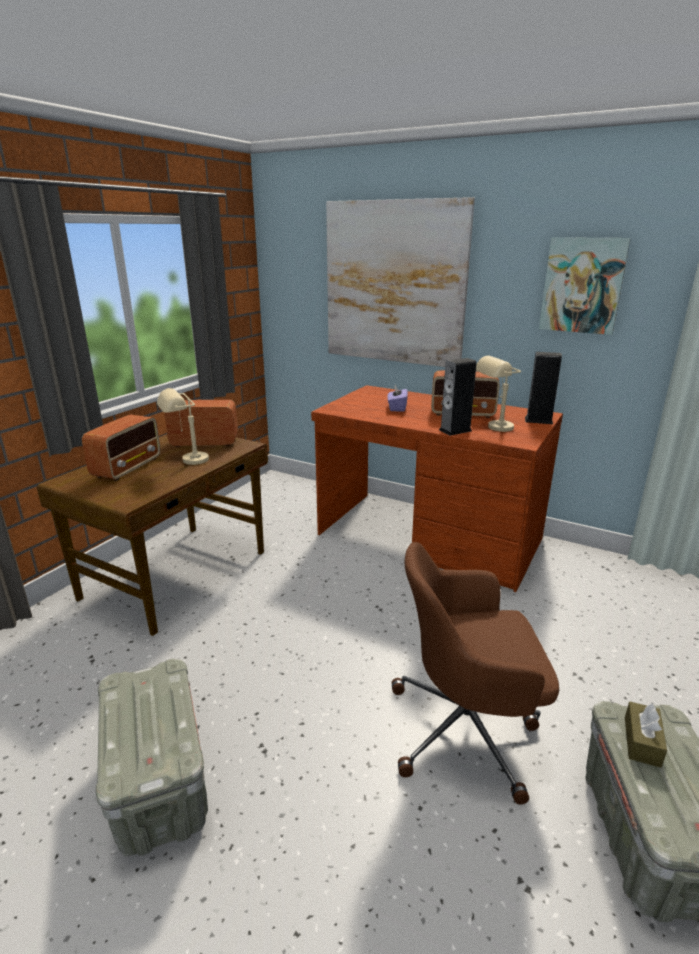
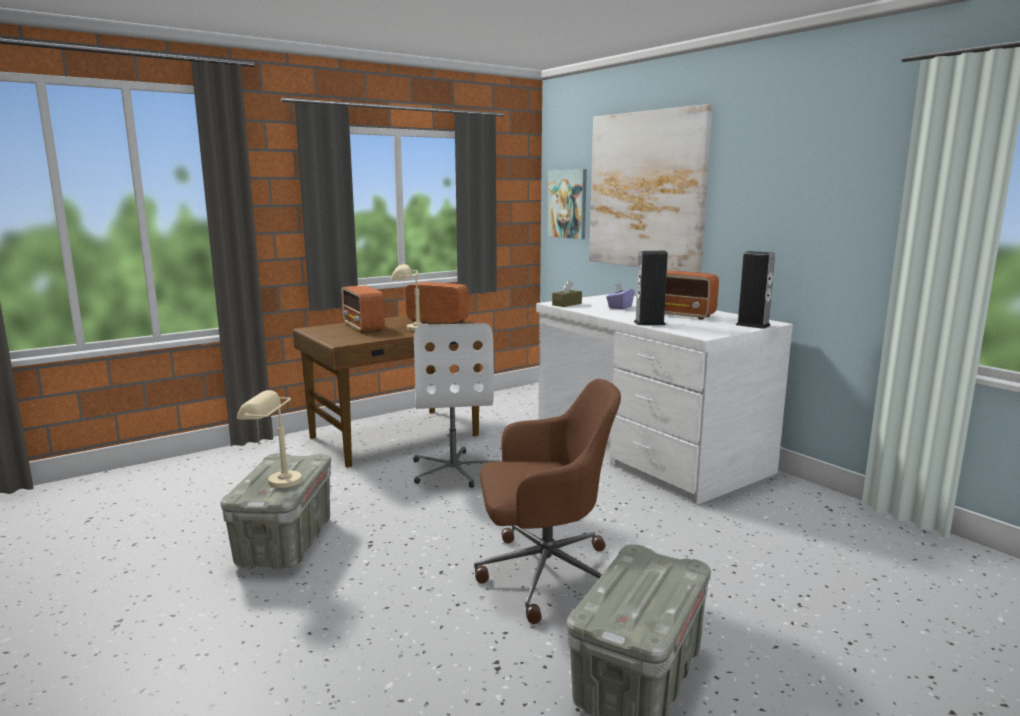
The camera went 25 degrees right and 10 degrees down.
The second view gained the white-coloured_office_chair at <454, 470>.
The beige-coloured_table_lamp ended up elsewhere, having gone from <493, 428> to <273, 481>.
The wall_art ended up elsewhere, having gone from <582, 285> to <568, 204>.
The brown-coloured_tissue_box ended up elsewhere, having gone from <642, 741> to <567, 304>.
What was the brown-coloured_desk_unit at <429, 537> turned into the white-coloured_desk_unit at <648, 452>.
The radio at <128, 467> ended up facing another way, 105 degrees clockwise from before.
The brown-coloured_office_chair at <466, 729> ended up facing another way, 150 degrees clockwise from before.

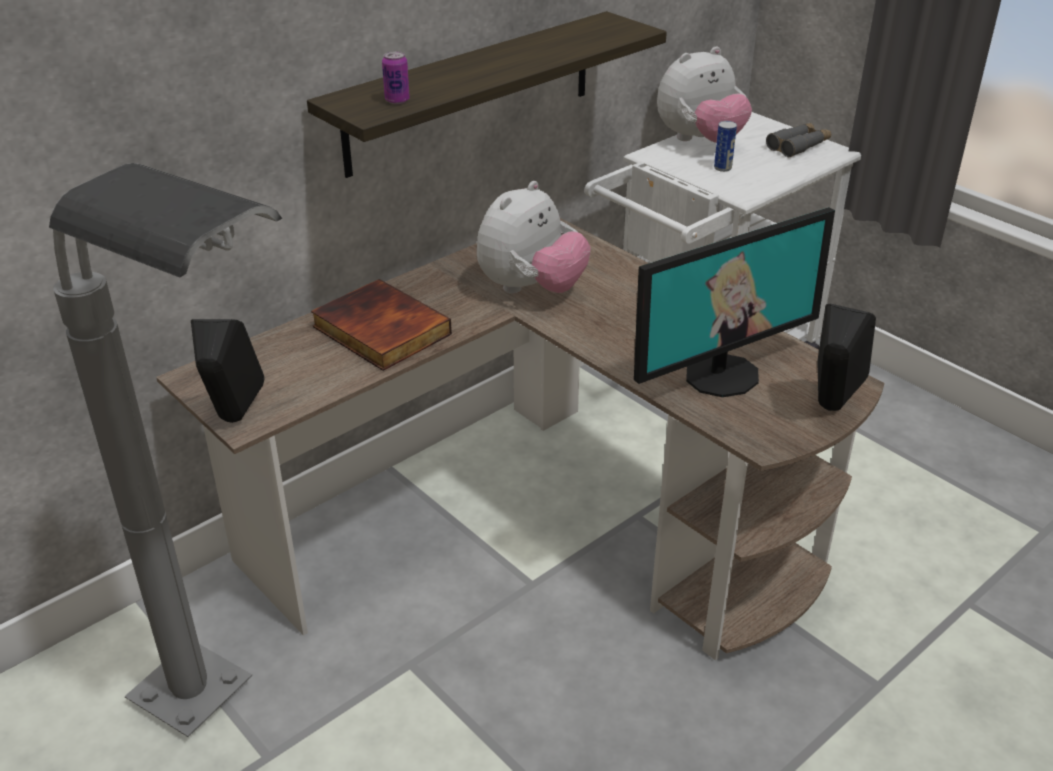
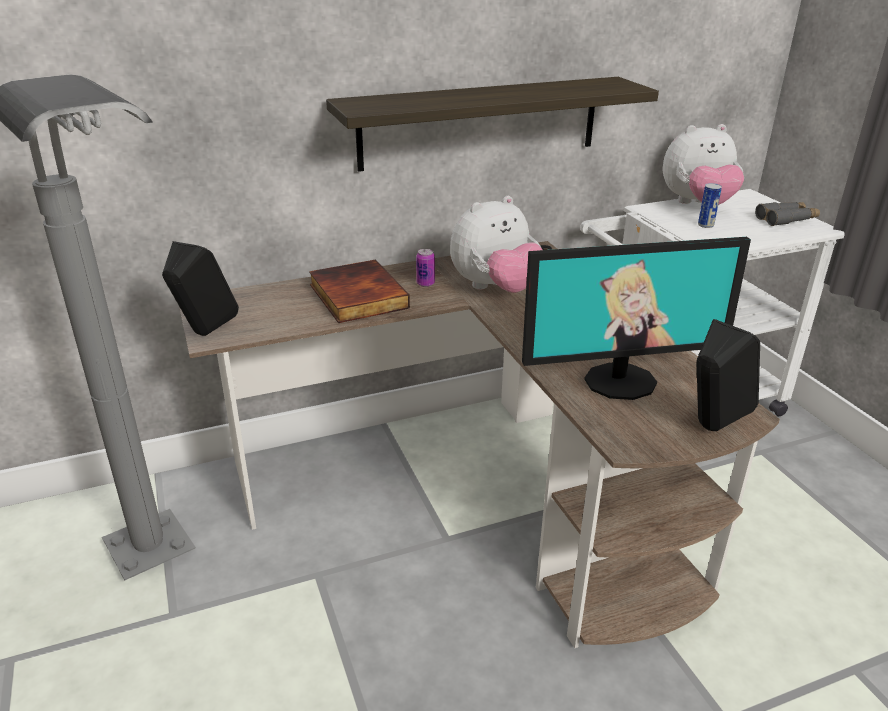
The camera went 20 degrees right and 5 degrees down.
The sealed_can ended up elsewhere, having gone from <397, 100> to <425, 283>.

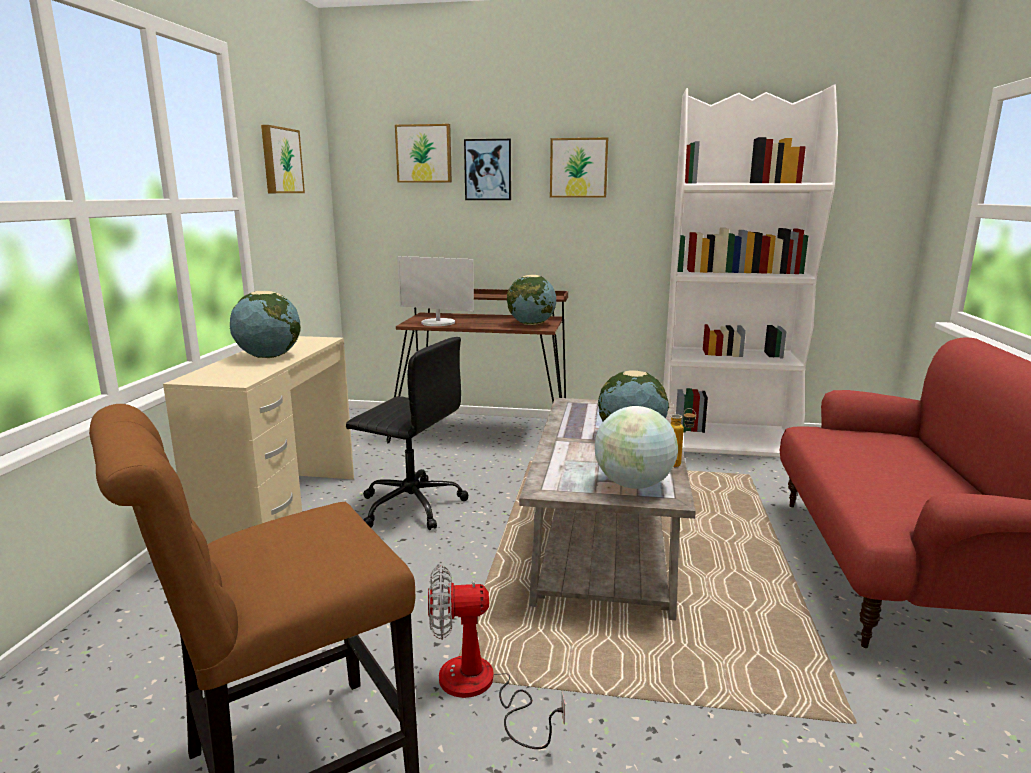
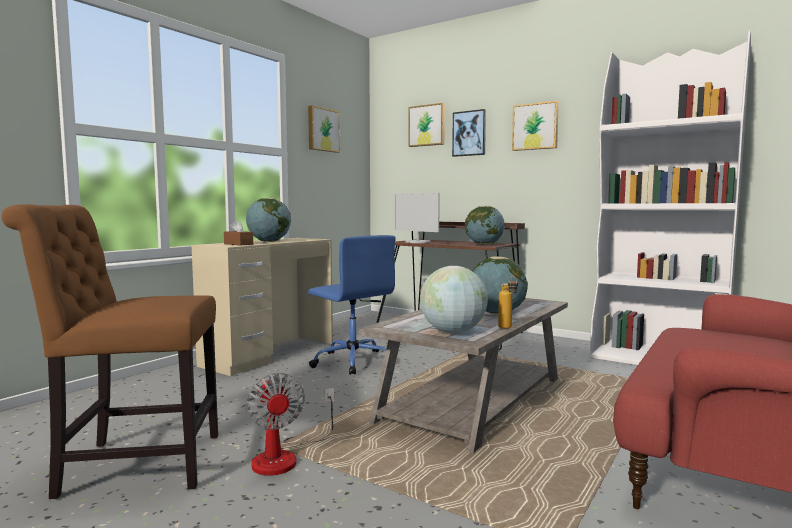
The camera went 25 degrees right and 10 degrees down.
The second view gained the brown-coloured_tissue_box at <238, 244>.
What was the black_office_chair at <410, 505> turned into the bluish_office_chair at <352, 361>.
The electric_fan at <480, 689> ended up facing another way, 135 degrees counterclockwise from before.

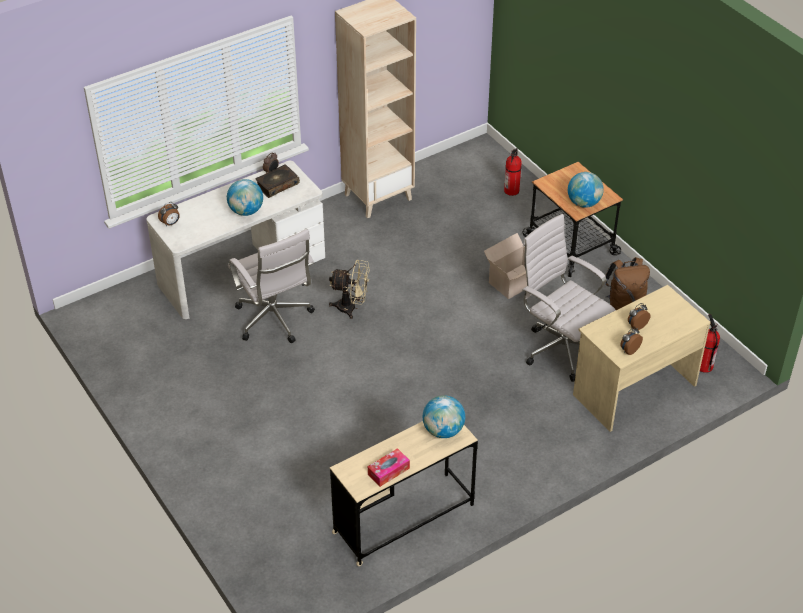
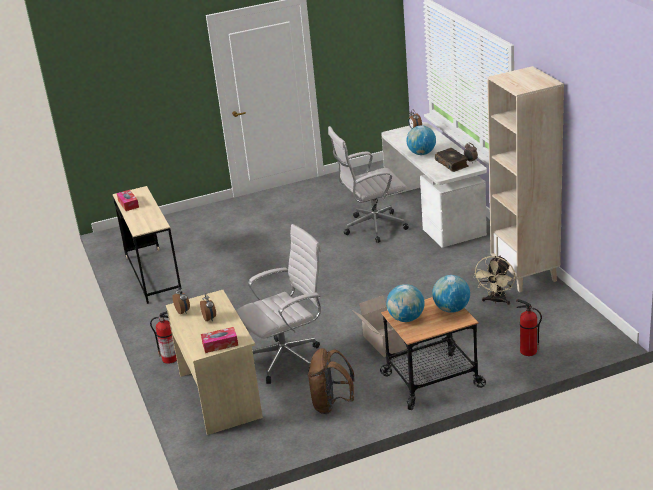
The camera went 105 degrees right and 15 degrees down.
The second view gained the tissue_box at <220, 344>.
The beige-coloured_electric_fan ended up elsewhere, having gone from <351, 308> to <496, 301>.
The globe ended up elsewhere, having gone from <443, 430> to <451, 309>.
The extinguisher ended up elsewhere, having gone from <703, 365> to <170, 358>.

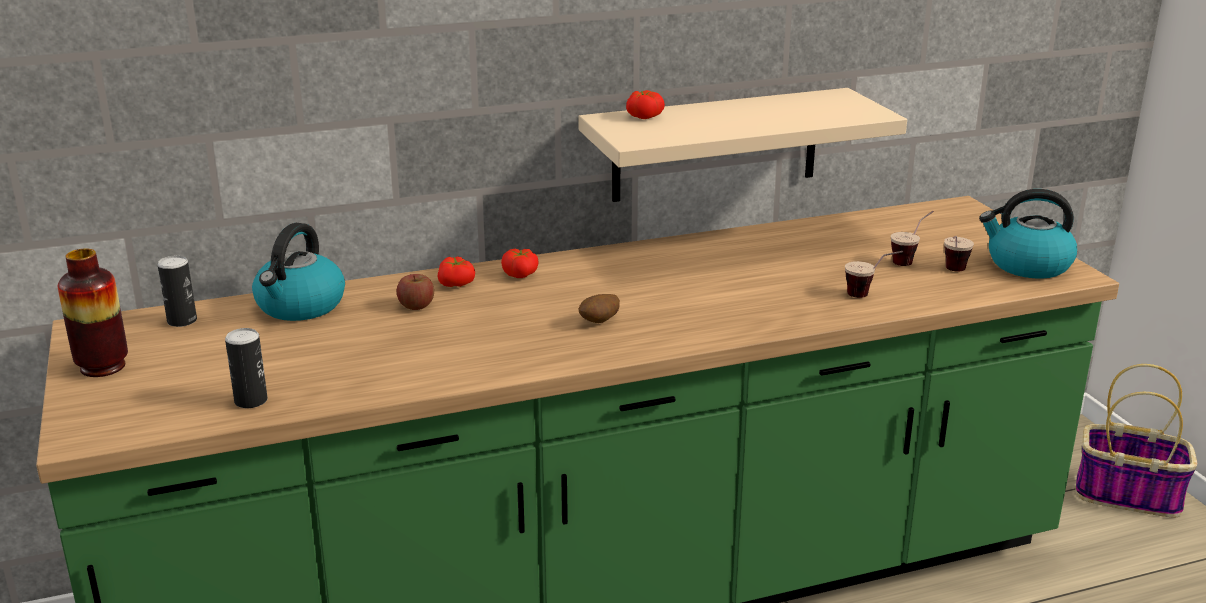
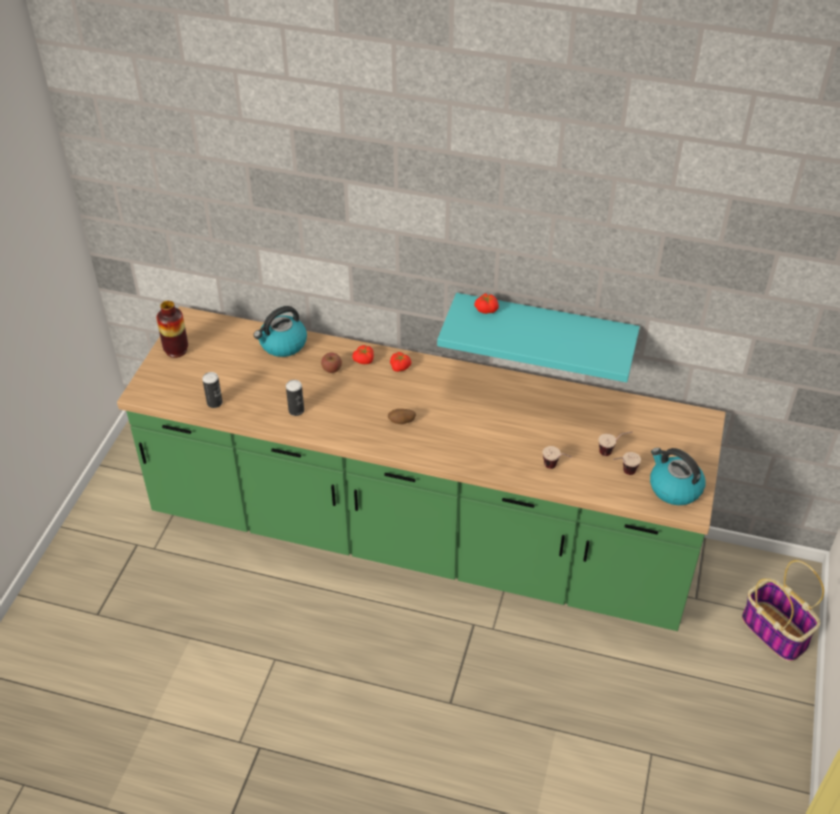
The camera went 35 degrees right and 20 degrees up.
The sealed_can ended up elsewhere, having gone from <182, 321> to <296, 410>.
What was the beige-coloured_shelf at <716, 145> turned into the turquoise-coloured_shelf at <544, 330>.

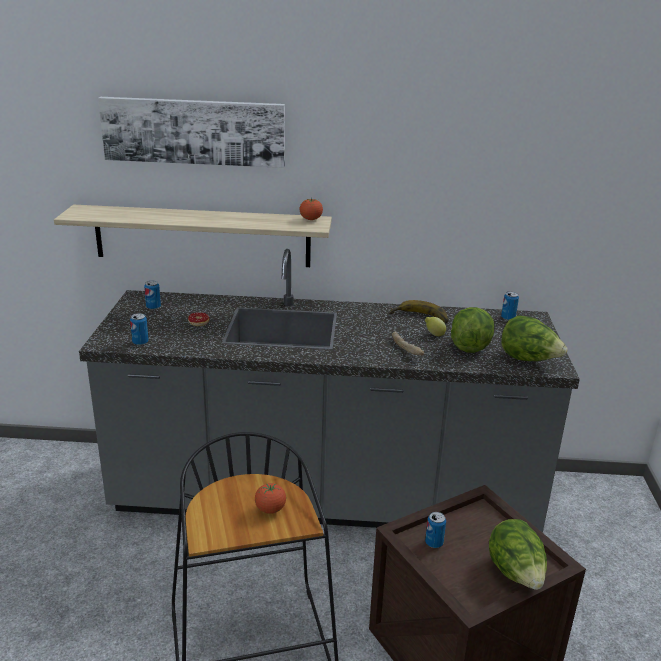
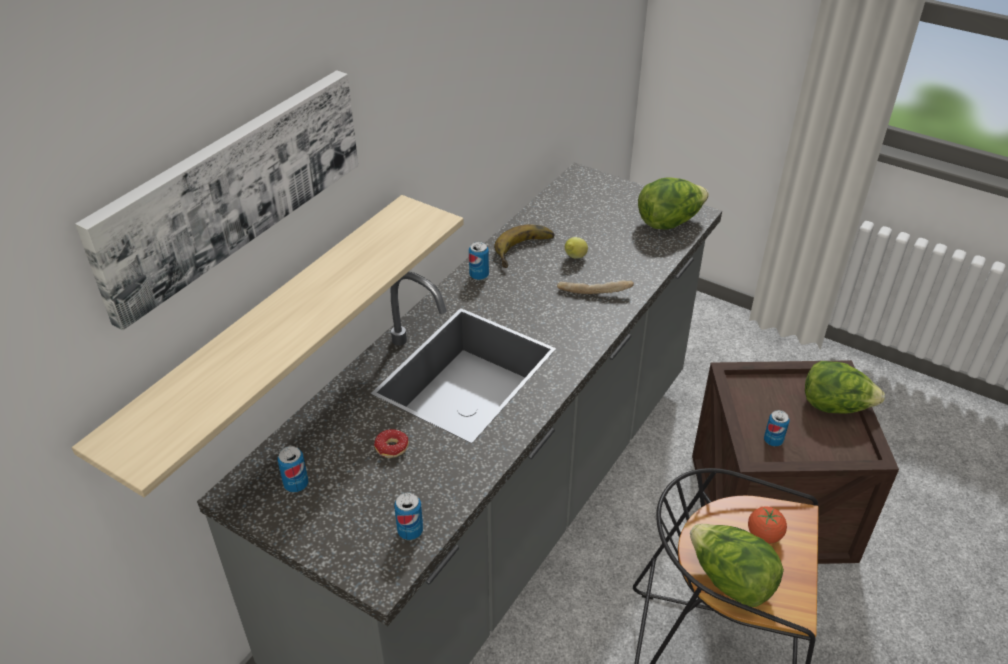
The camera went 60 degrees left and 15 degrees up.
The second view lost the whole_tomato at <311, 219>.
The lettuce ended up elsewhere, having gone from <470, 345> to <730, 581>.
The sealed_can ended up elsewhere, having gone from <508, 318> to <479, 275>.

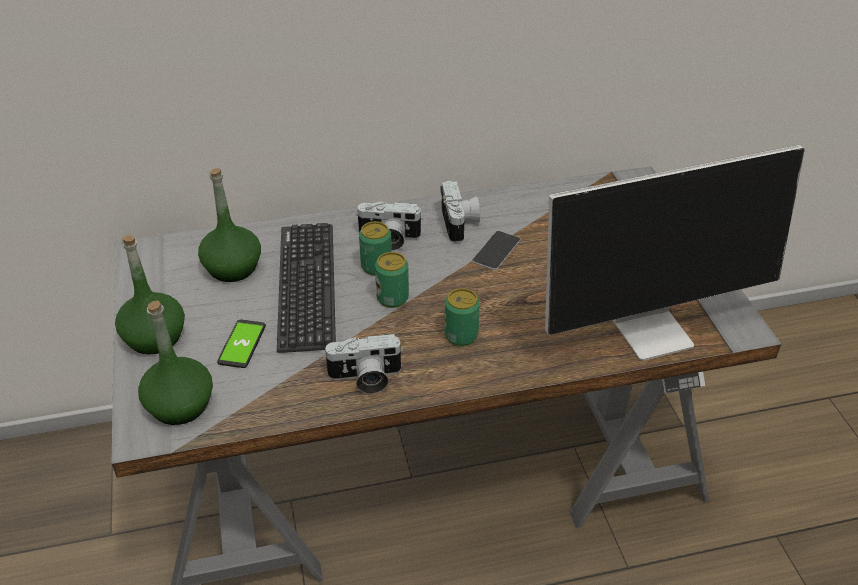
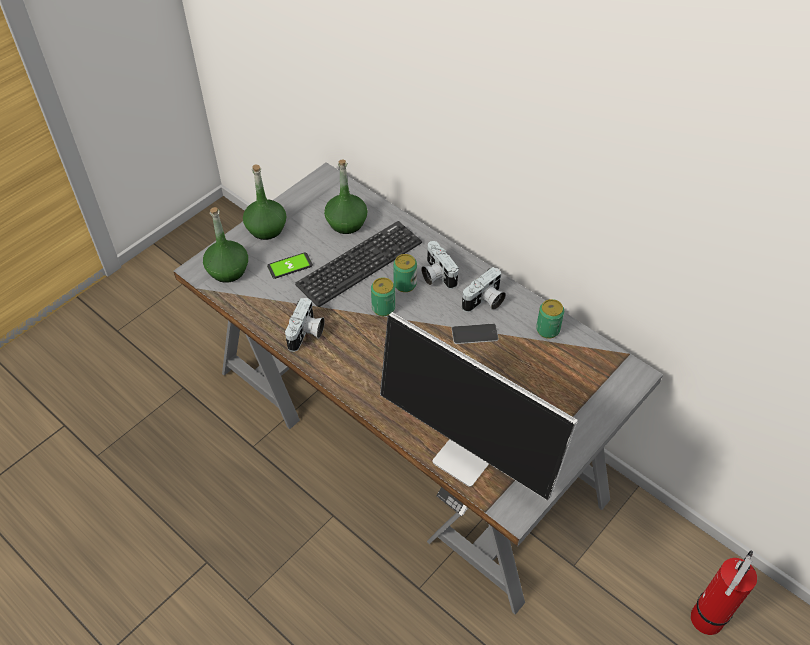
The camera went 55 degrees right and 10 degrees up.
The second view gained the extinguisher at <704, 622>.
The sealed_can ended up elsewhere, having gone from <461, 335> to <547, 330>.
The still_camera at <365, 378> ended up facing another way, 120 degrees counterclockwise from before.

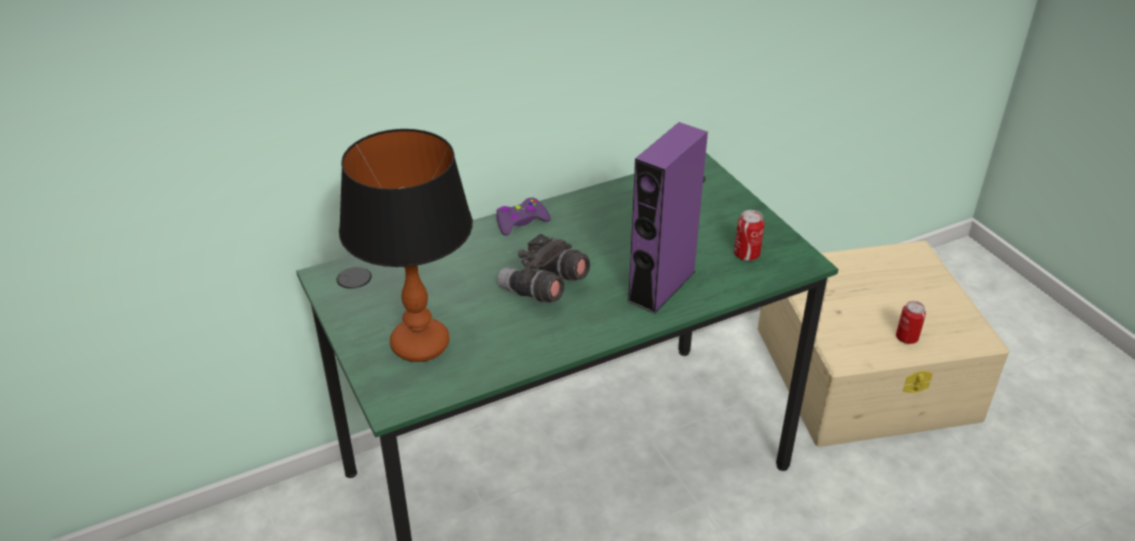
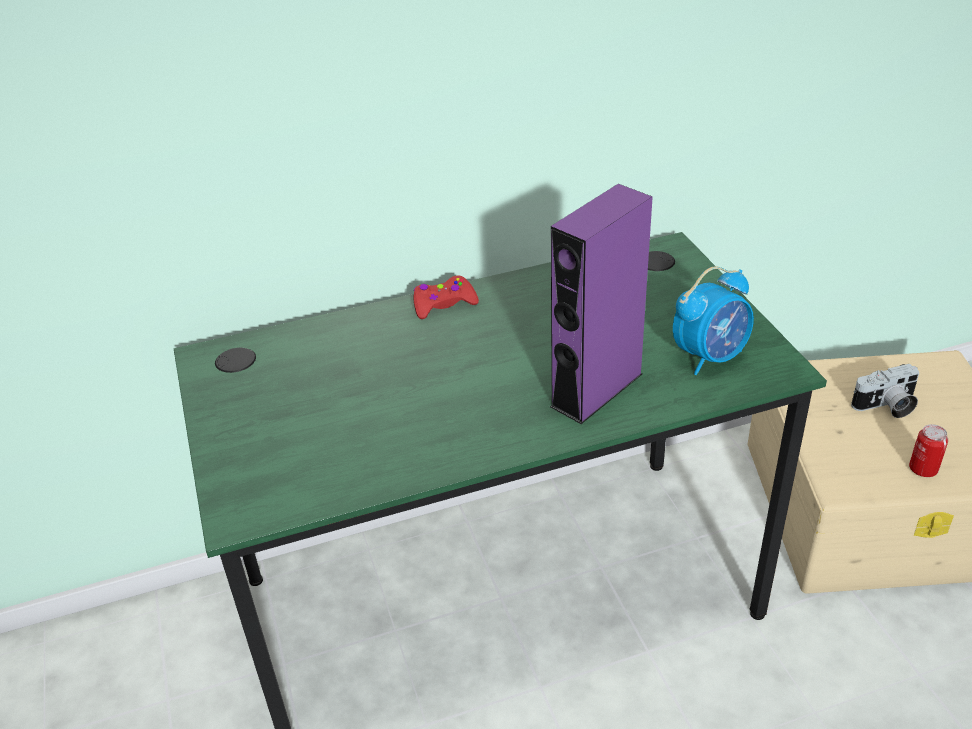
The camera went 10 degrees right and 0 degrees up.
The second view lost the table_lamp at <419, 344>.
The second view lost the gray_binoculars at <543, 288>.
The second view gained the still_camera at <886, 406>.
Where the sealed_can stood at <746, 254>, the bedside_clock came to stand at <710, 356>.
What was the purple-coloured_joypad at <521, 222> turned into the red-coloured_joypad at <443, 304>.

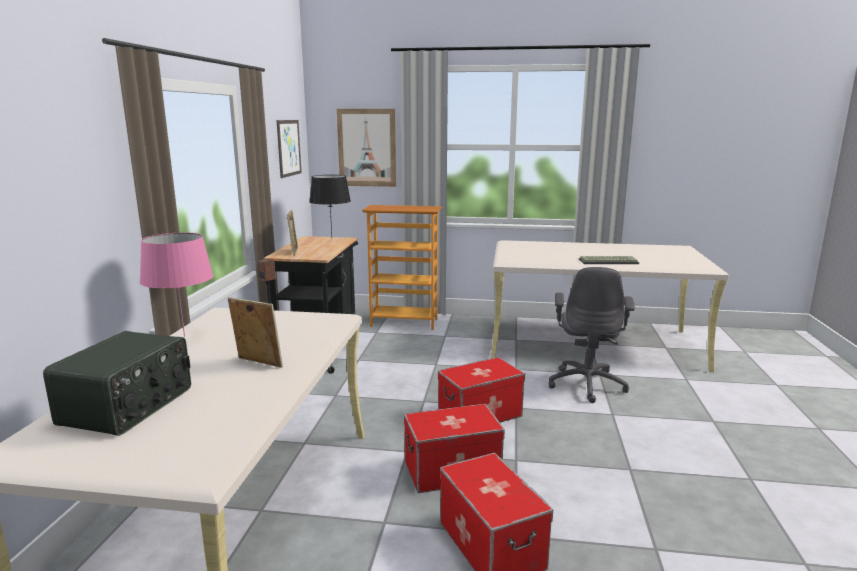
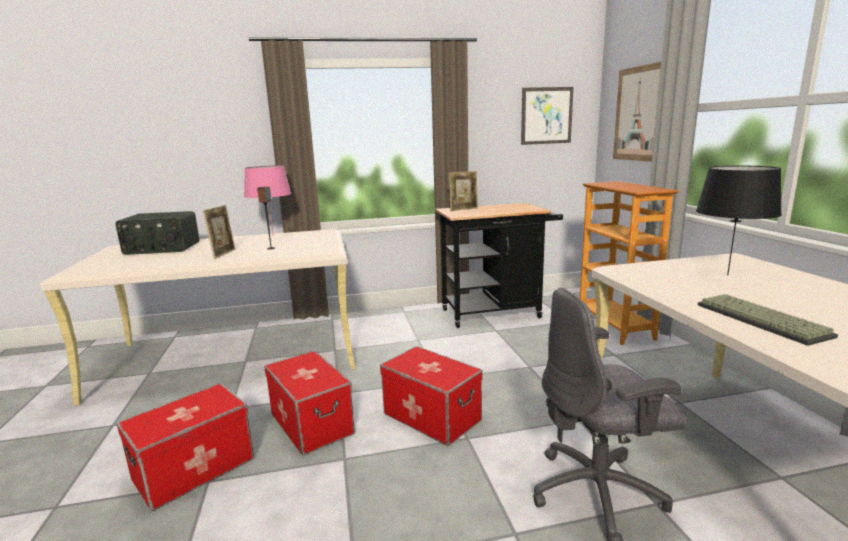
The camera went 70 degrees right and 0 degrees up.
The black_table_lamp ended up elsewhere, having gone from <331, 238> to <727, 275>.

